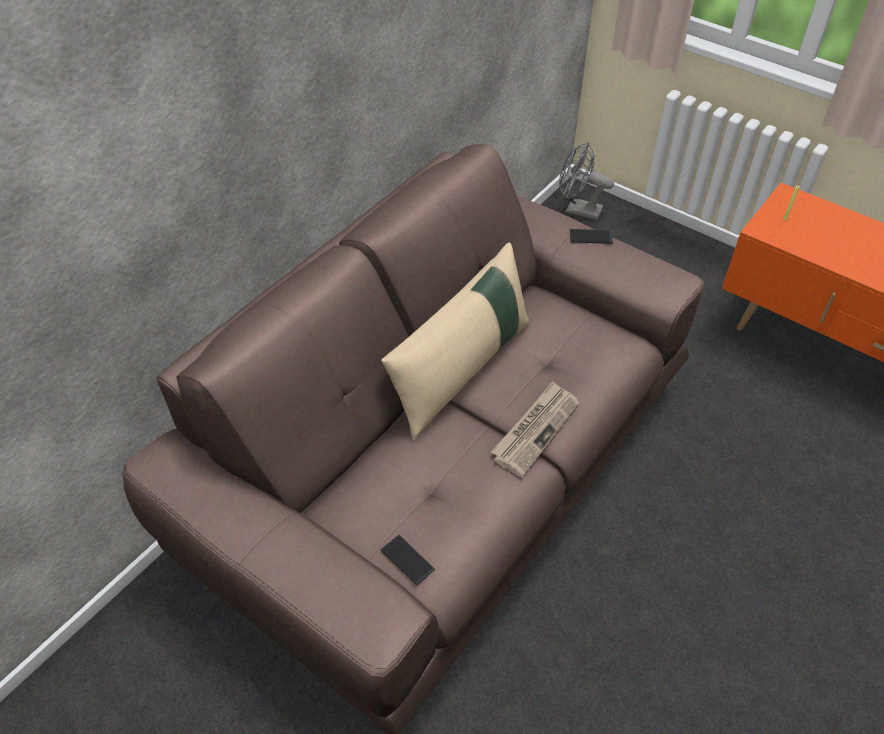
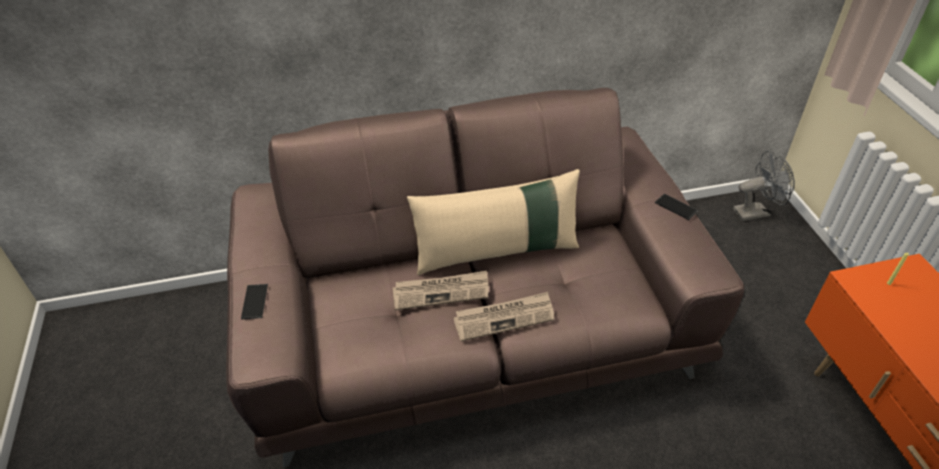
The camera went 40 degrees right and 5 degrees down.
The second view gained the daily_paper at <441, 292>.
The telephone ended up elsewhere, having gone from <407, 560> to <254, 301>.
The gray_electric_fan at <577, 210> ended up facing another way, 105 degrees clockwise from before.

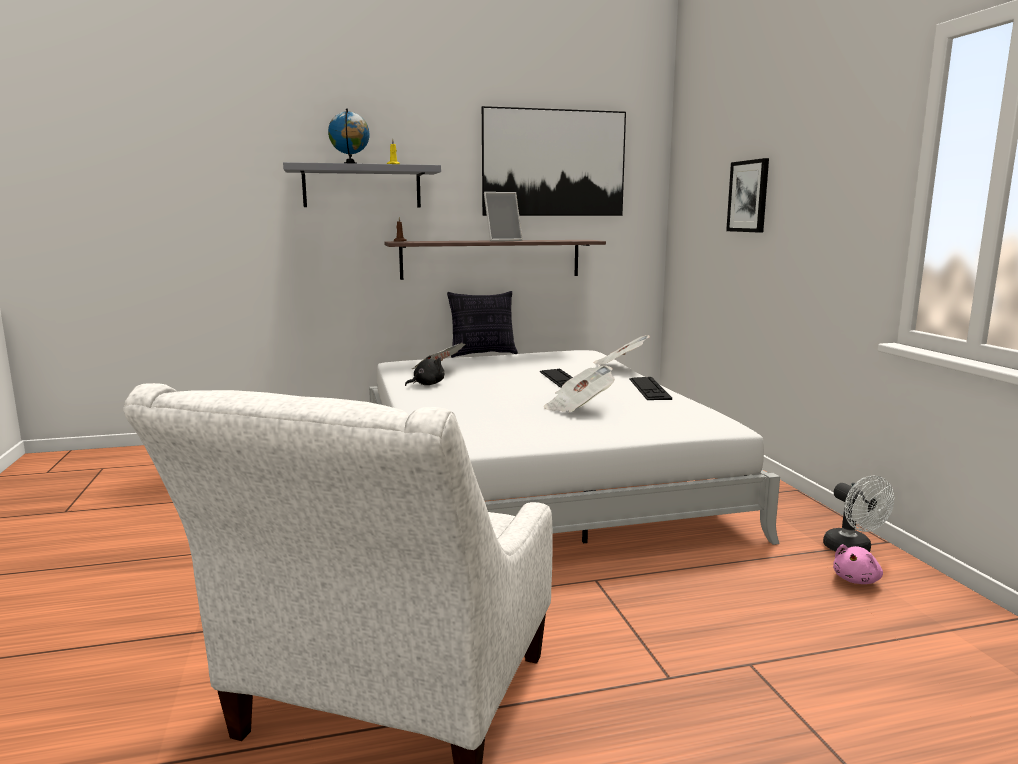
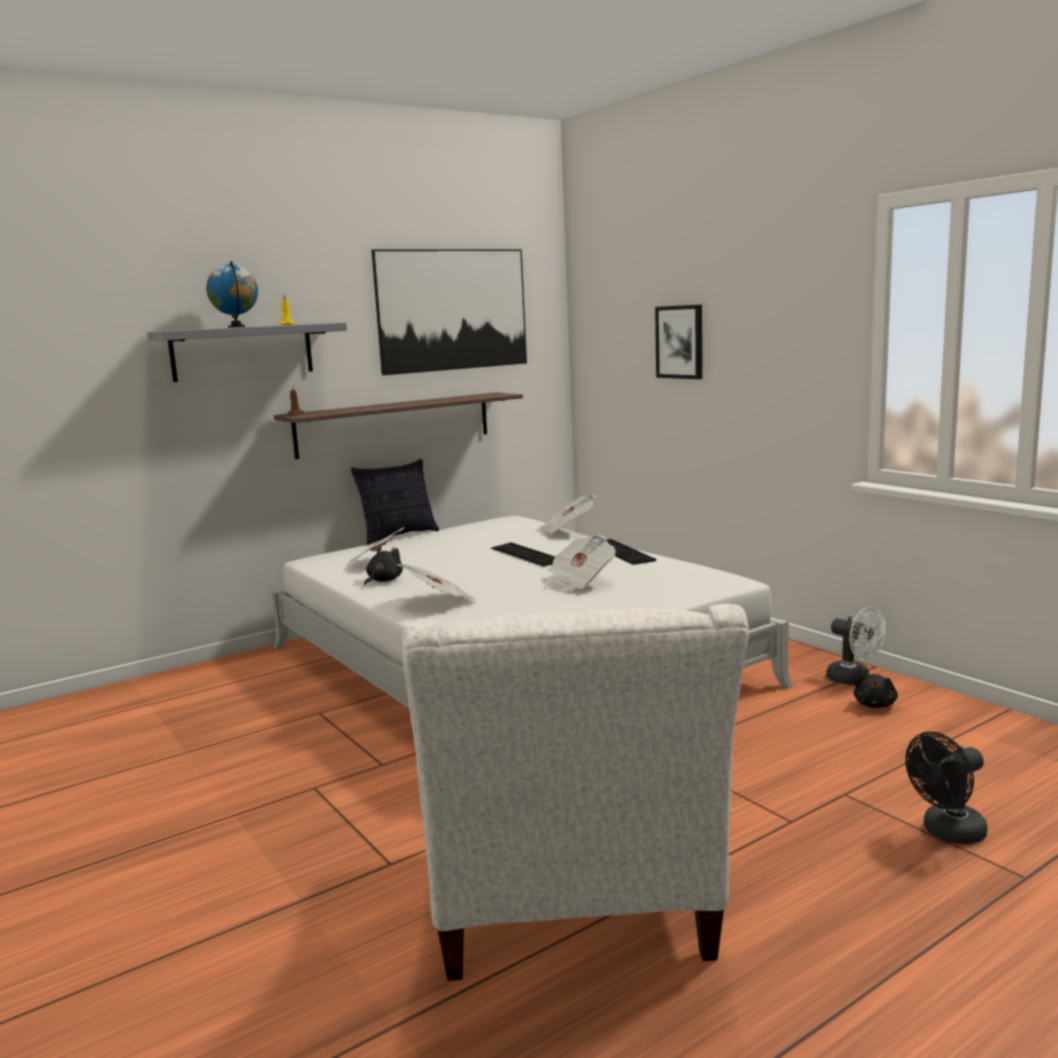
The camera went 20 degrees left and 0 degrees up.
The second view lost the picture_frame at <502, 240>.
The second view gained the daily_paper at <439, 601>.
The second view gained the black_electric_fan at <947, 833>.
What was the pink_plush_toy at <856, 580> turned into the black_plush_toy at <875, 705>.

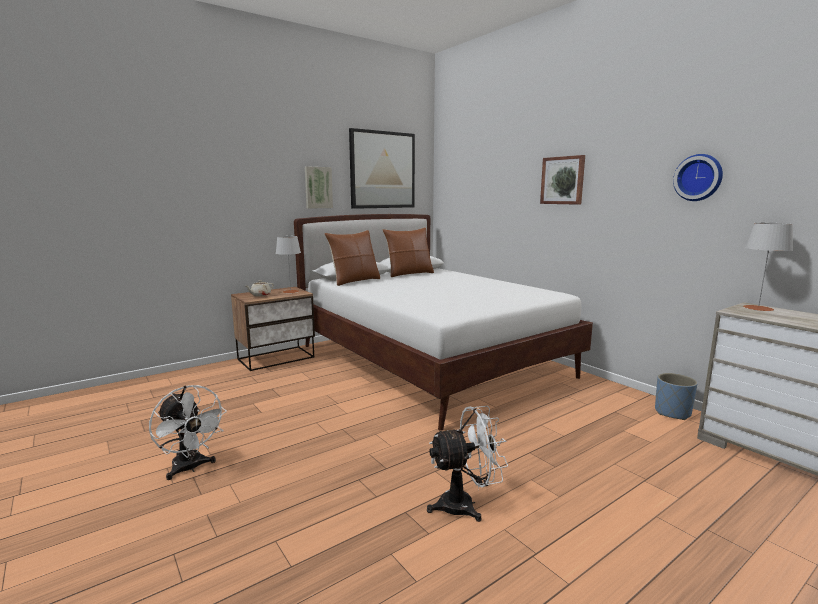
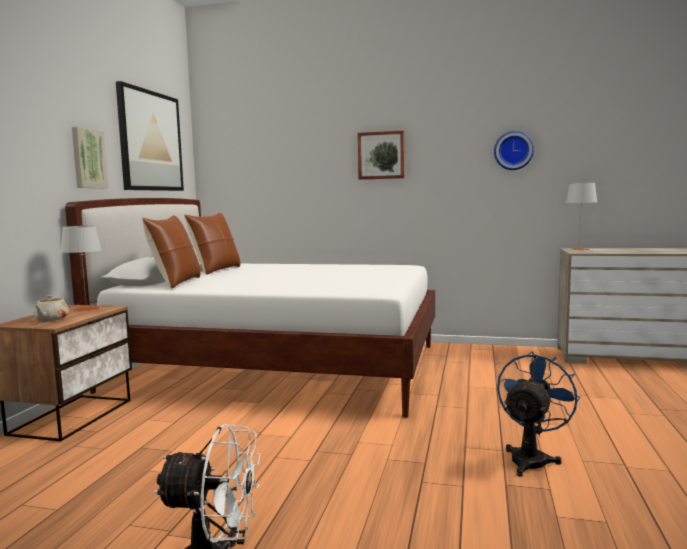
The camera went 40 degrees left and 5 degrees down.
The second view lost the bluish_flower_pot at <672, 413>.
What was the white-coloured_electric_fan at <465, 504> turned into the bluish_electric_fan at <531, 458>.

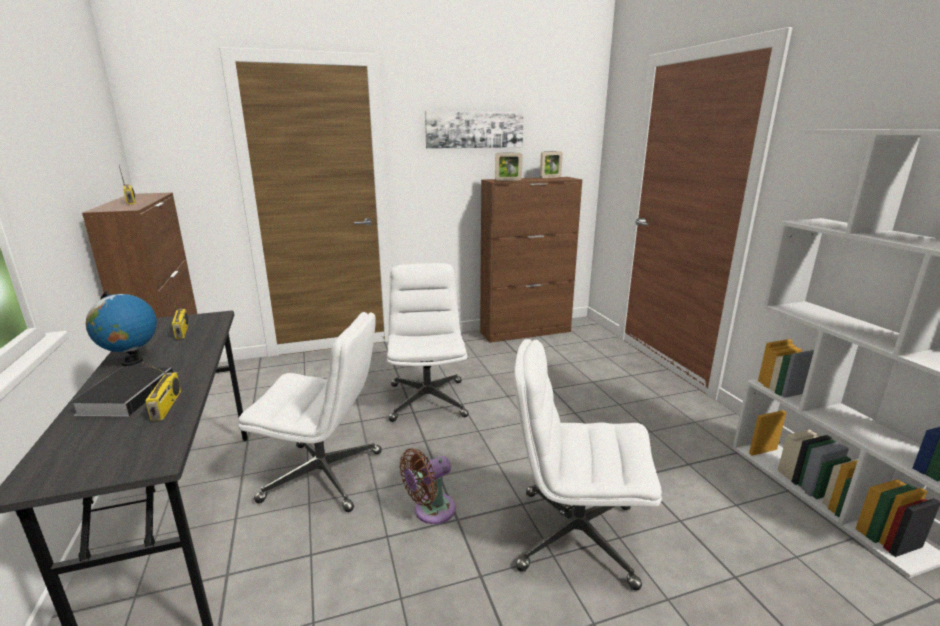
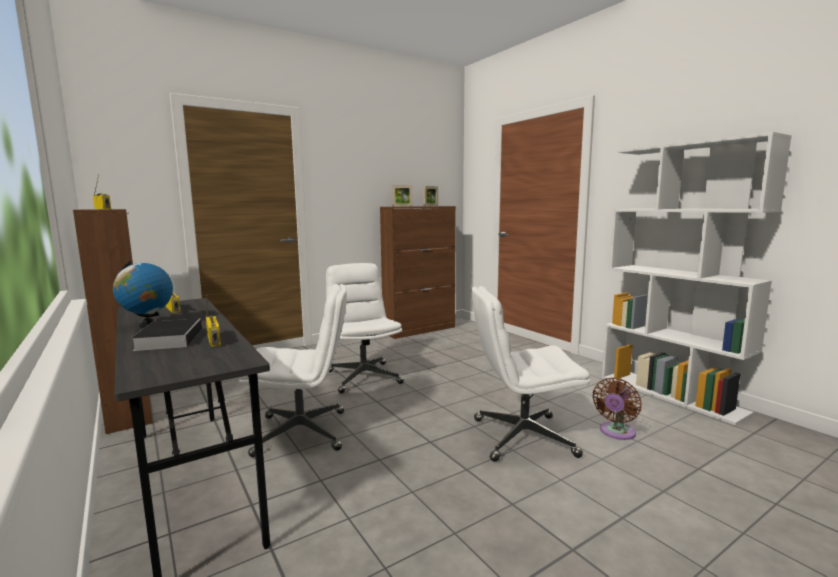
The camera went 15 degrees left and 10 degrees down.
The second view lost the wall_art at <474, 130>.
The brown-coloured_electric_fan ended up elsewhere, having gone from <430, 511> to <616, 433>.

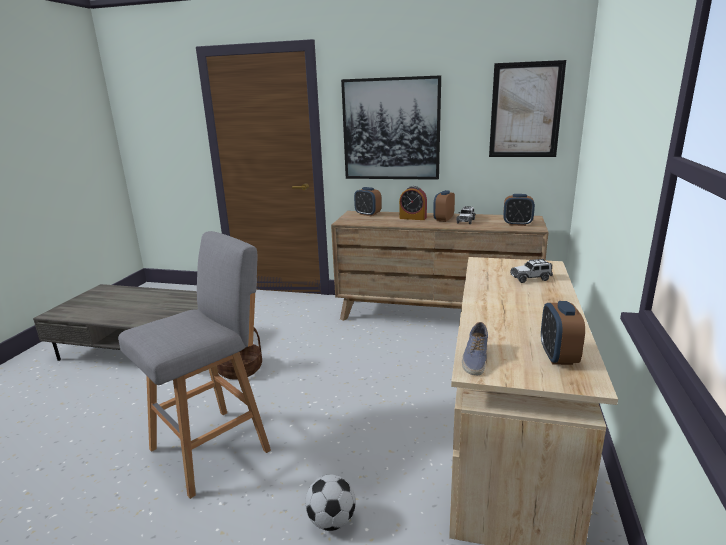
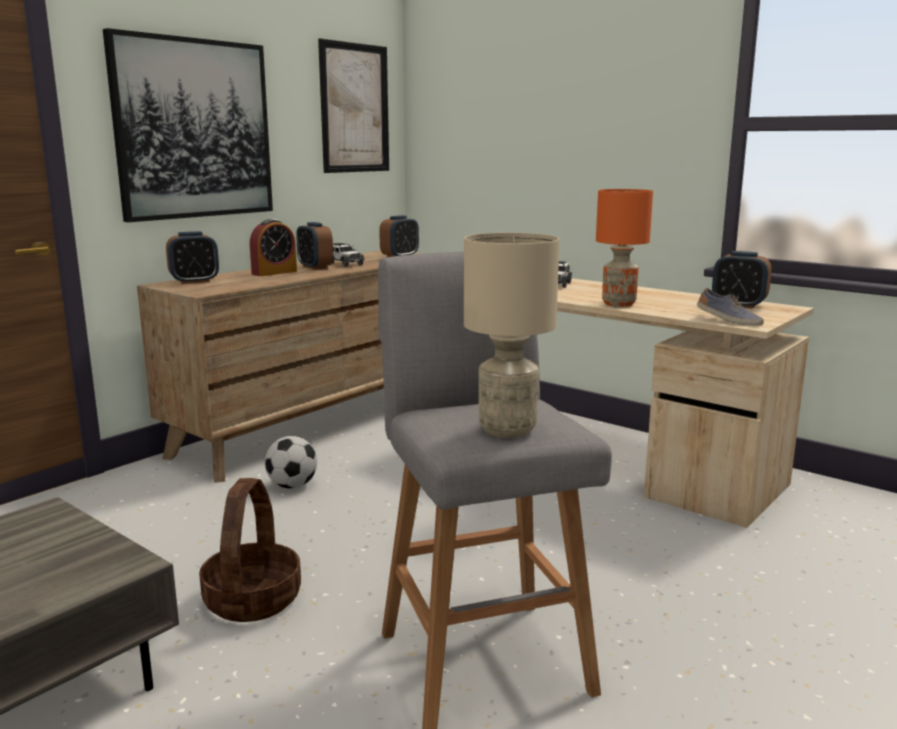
The camera went 65 degrees left and 5 degrees down.
The second view gained the beige-coloured_table_lamp at <506, 430>.
The second view gained the orange-coloured_table_lamp at <619, 304>.
The football_ball ended up elsewhere, having gone from <332, 521> to <293, 486>.

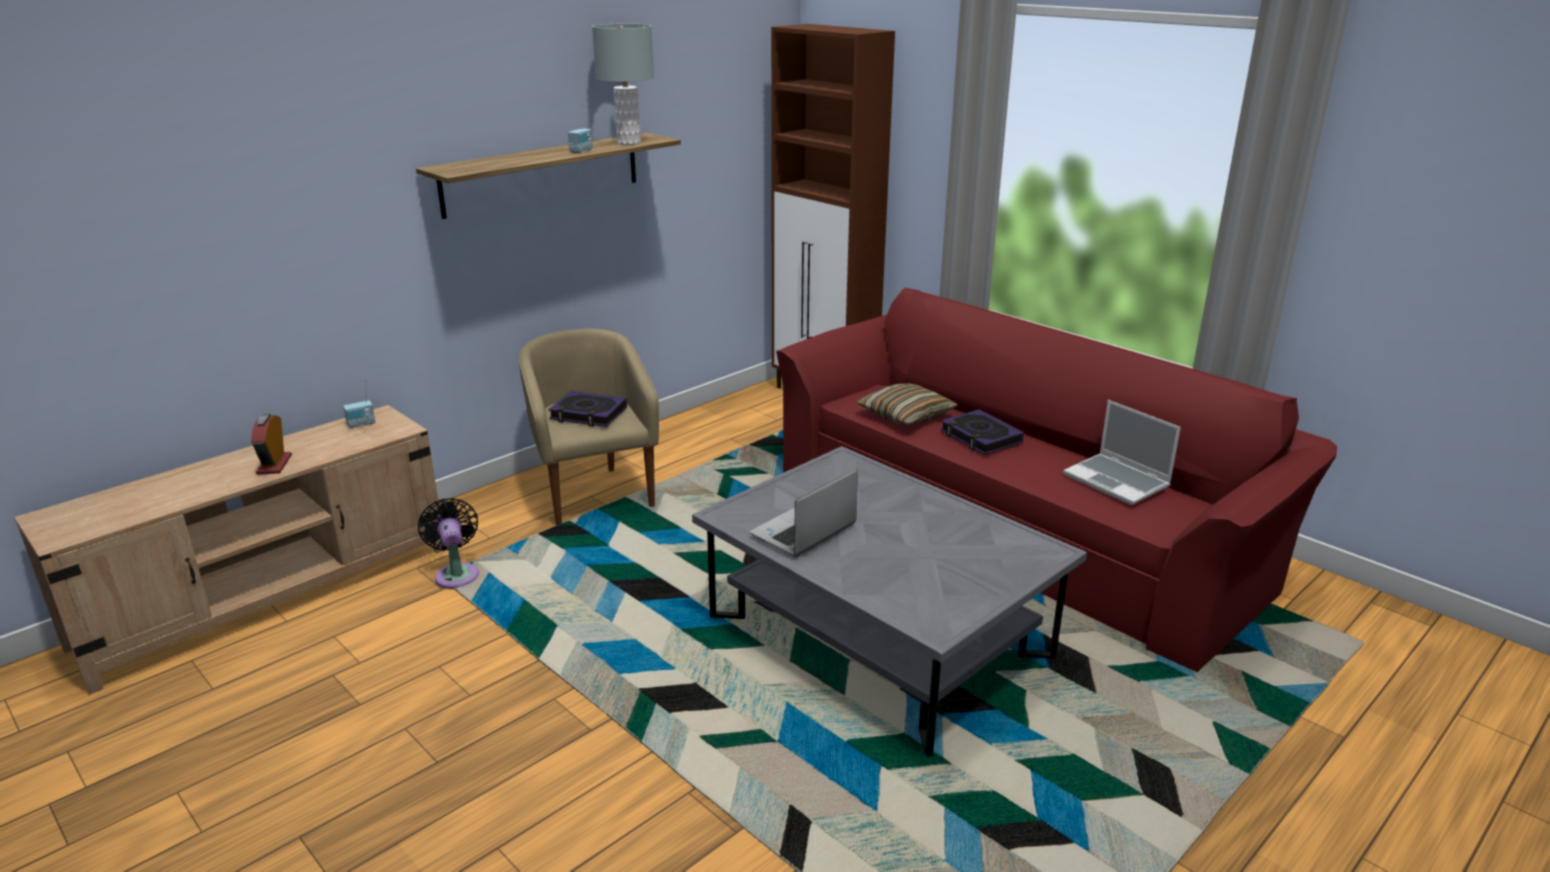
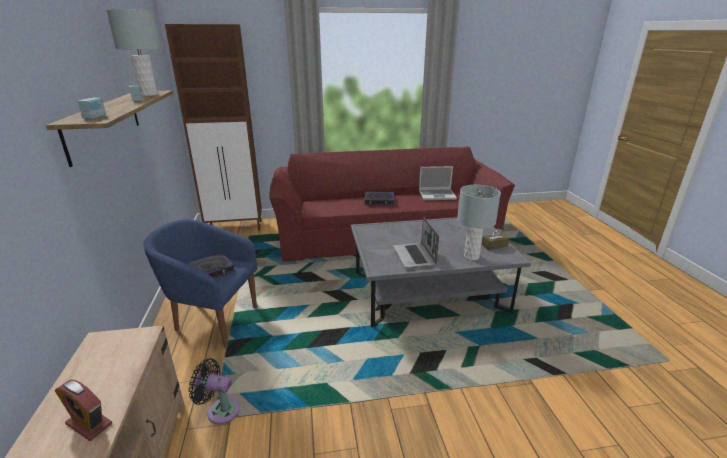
The camera went 55 degrees left and 0 degrees up.
The second view lost the cushion at <906, 415>.
The second view gained the gray_table_lamp at <471, 256>.
The second view gained the brown-coloured_tissue_box at <494, 245>.
The radio ended up elsewhere, having gone from <361, 424> to <95, 117>.
What was the beige-coloured_easy_chair at <594, 493> turned into the bluish_easy_chair at <213, 321>.

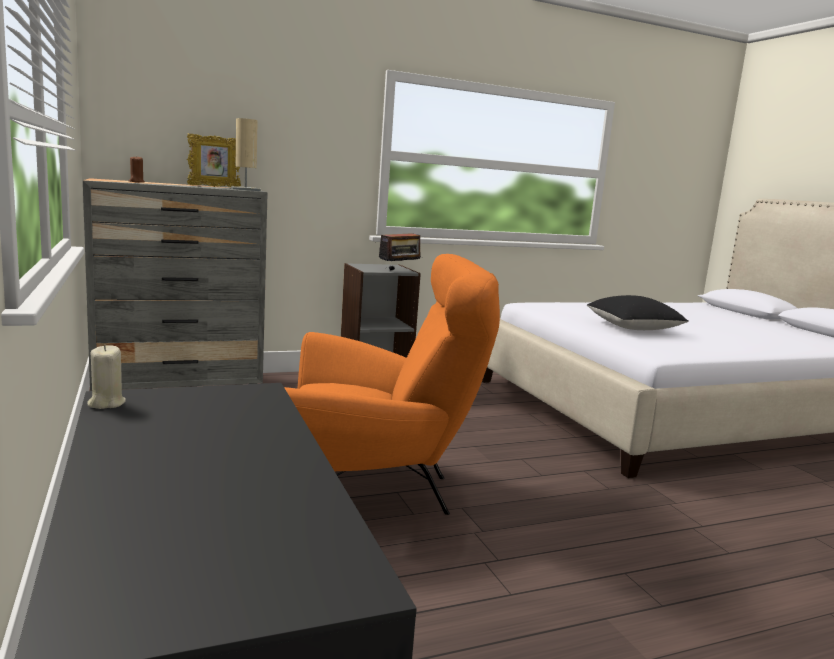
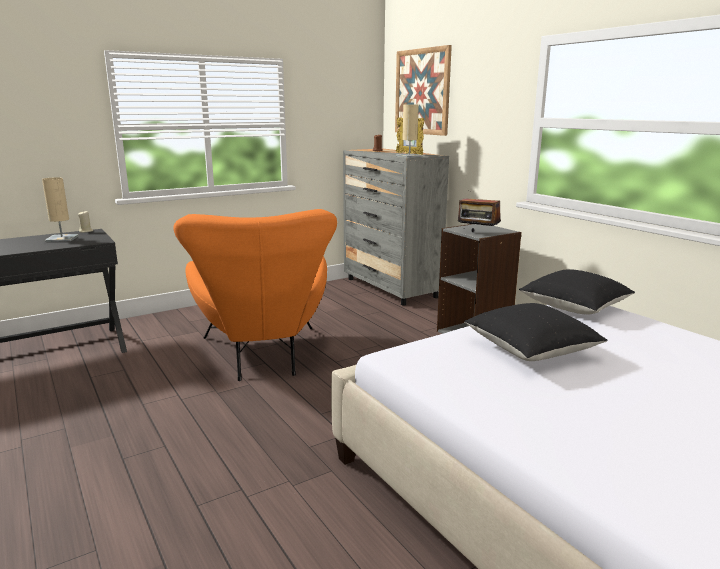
The camera went 80 degrees right and 5 degrees up.
The second view gained the beige-coloured_table_lamp at <62, 238>.
The second view gained the wall_art at <422, 92>.
The second view gained the black_cushion at <574, 308>.

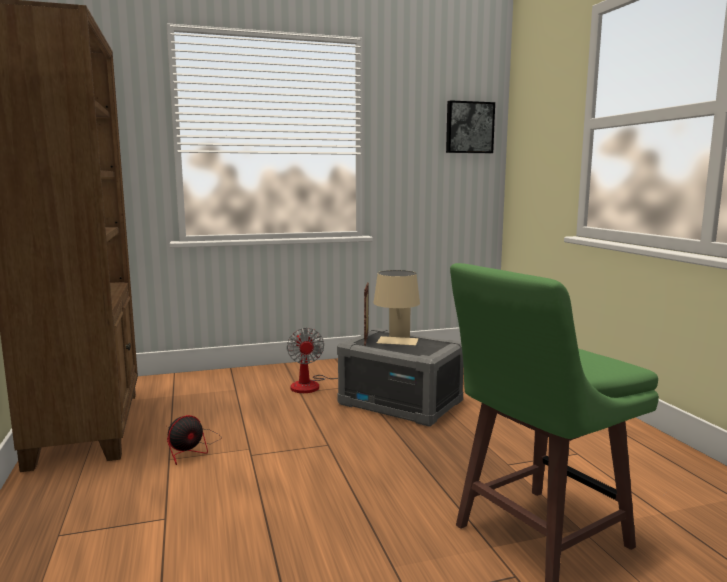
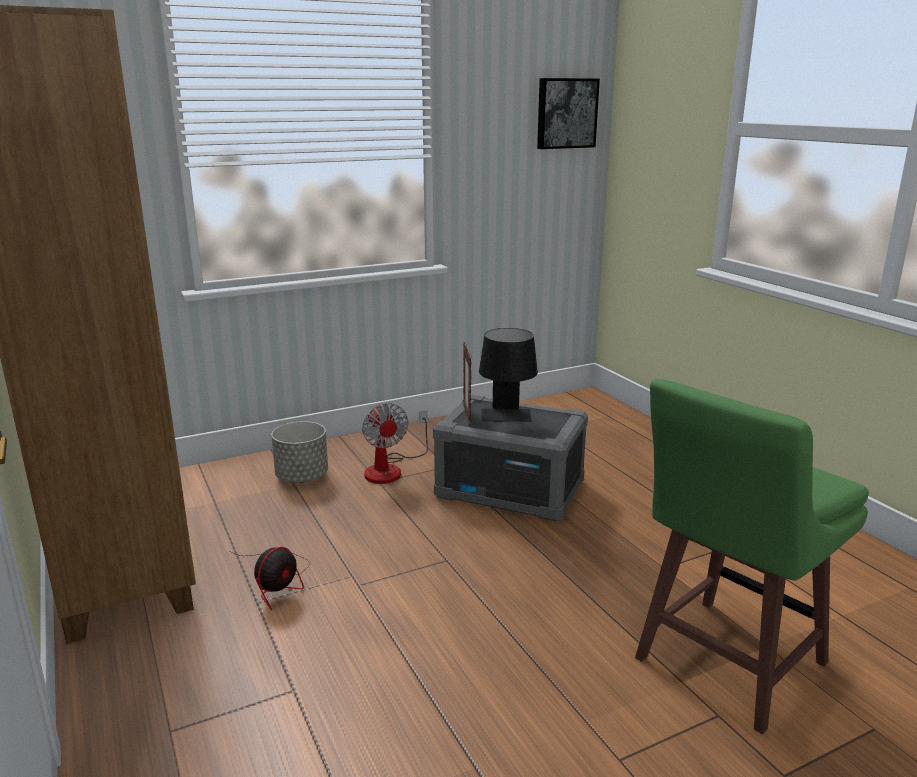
The camera went 10 degrees left and 10 degrees up.
The second view gained the gray_flower_pot at <302, 477>.
What was the beige-coloured_table_lamp at <396, 343> turned into the black_table_lamp at <507, 419>.

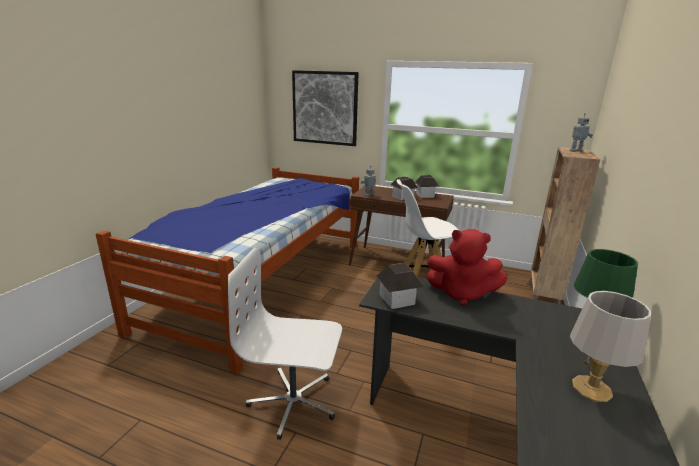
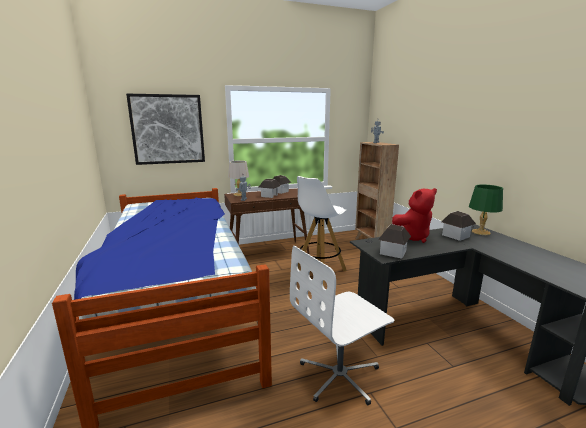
The camera went 40 degrees left and 5 degrees down.
The second view gained the toy_house at <456, 236>.
The gray_table_lamp ended up elsewhere, having gone from <592, 389> to <239, 194>.

